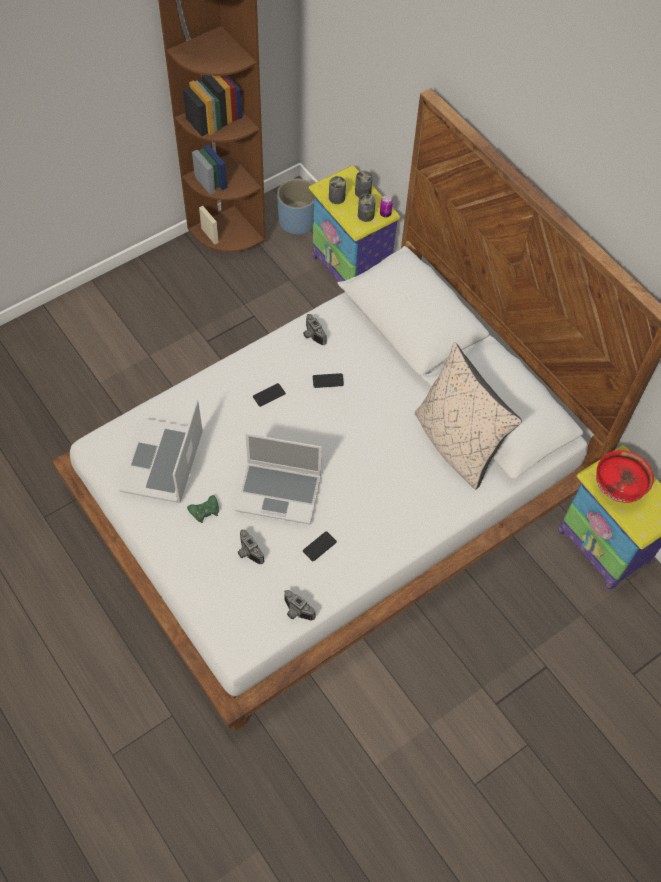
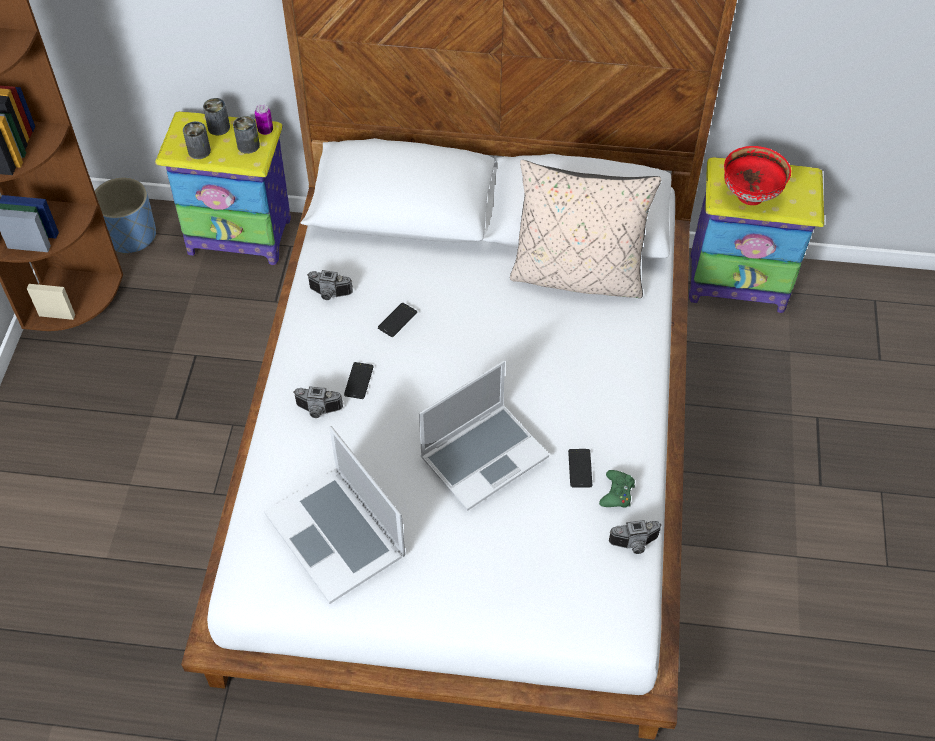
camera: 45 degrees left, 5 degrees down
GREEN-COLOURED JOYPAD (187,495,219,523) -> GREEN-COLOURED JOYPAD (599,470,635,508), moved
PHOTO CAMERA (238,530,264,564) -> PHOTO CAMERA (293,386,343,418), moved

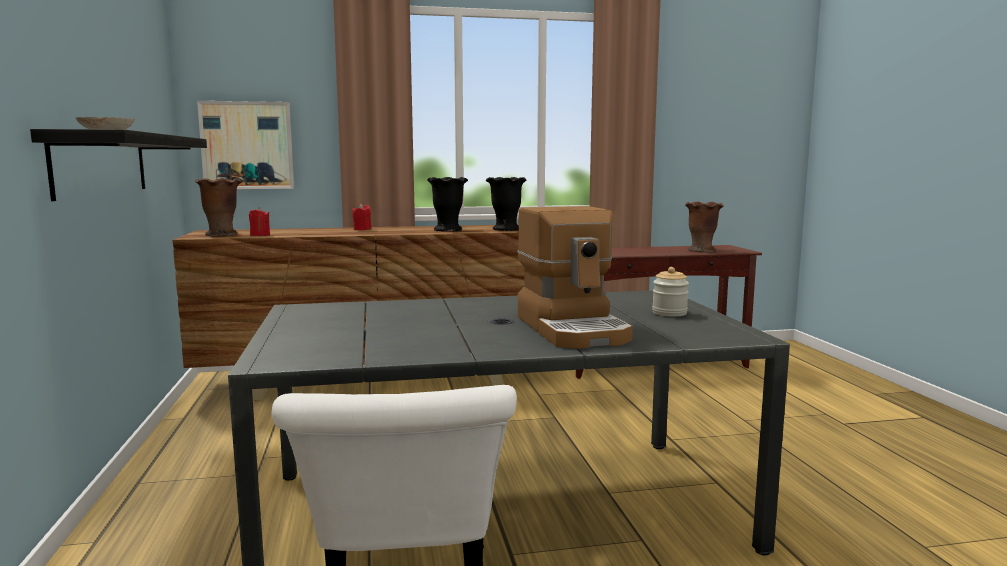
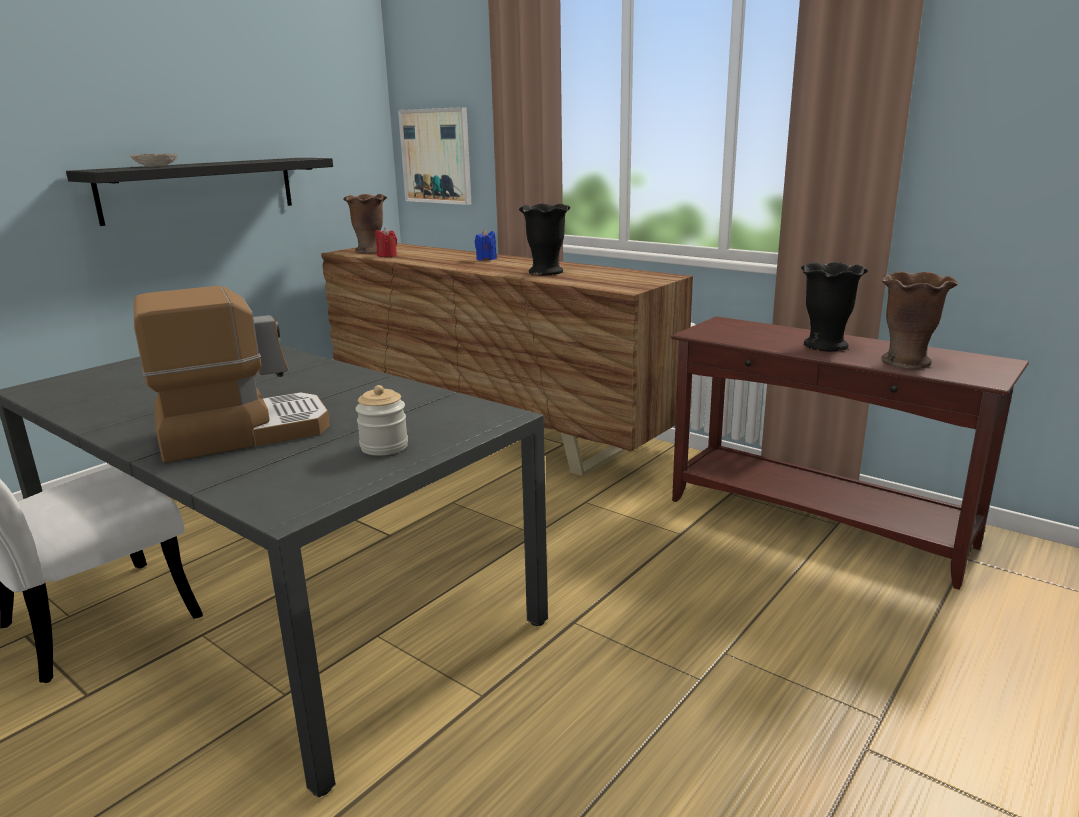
camera: 50 degrees right, 10 degrees up
RED-COLOURED CANDLE (352,204,371,230) -> BLUE-COLOURED CANDLE (475,229,497,261)
BLACKISH VASE (486,177,526,231) -> BLACKISH VASE (801,262,868,352), moved
COFFEE MAKER (517,206,633,349) -> COFFEE MAKER (134,286,330,463), 150 degrees counterclockwise

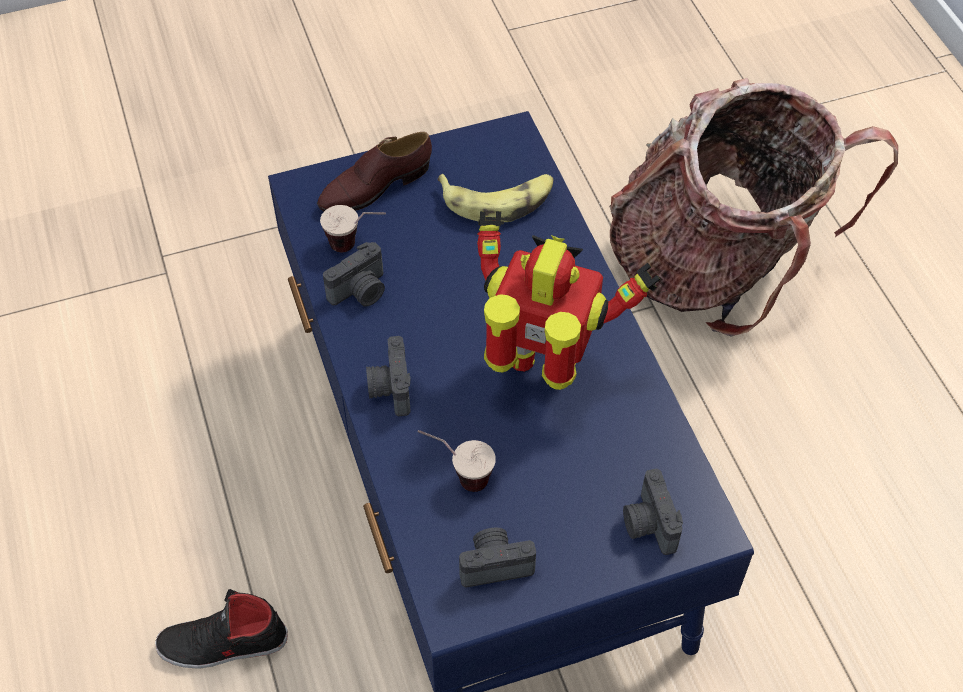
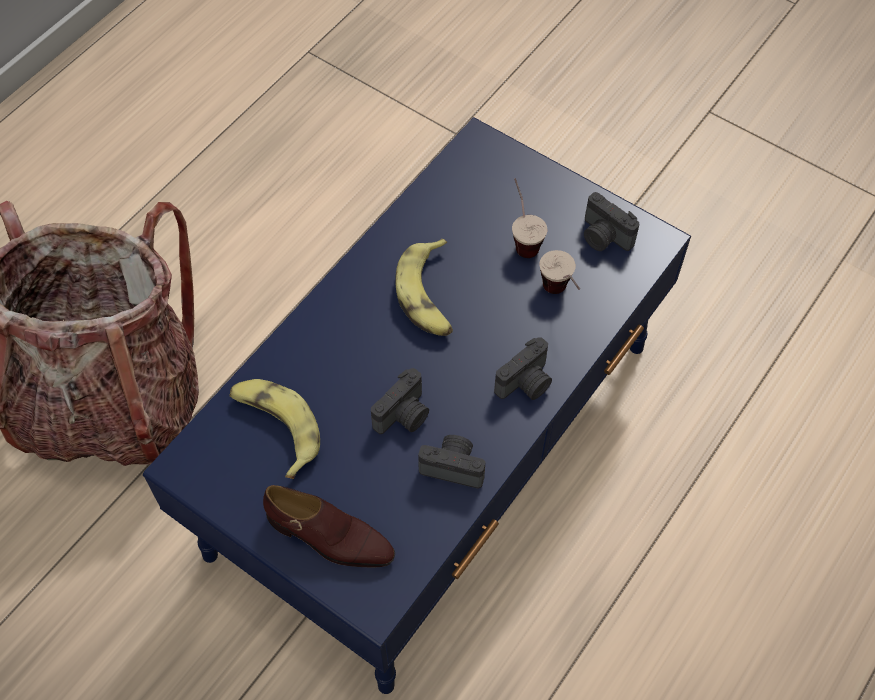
camera: 125 degrees left, 5 degrees up
BLACKISH ITEM OF FOOTWEAR (155,589,288,669) -> none
CUP (320,205,386,252) -> CUP (512,178,547,258), moved
MODEL ROBOT (477,211,660,390) -> WHOLE BANANA (395,239,453,336)
PHOTO CAMERA (623,469,683,555) -> PHOTO CAMERA (371,368,429,434), moved

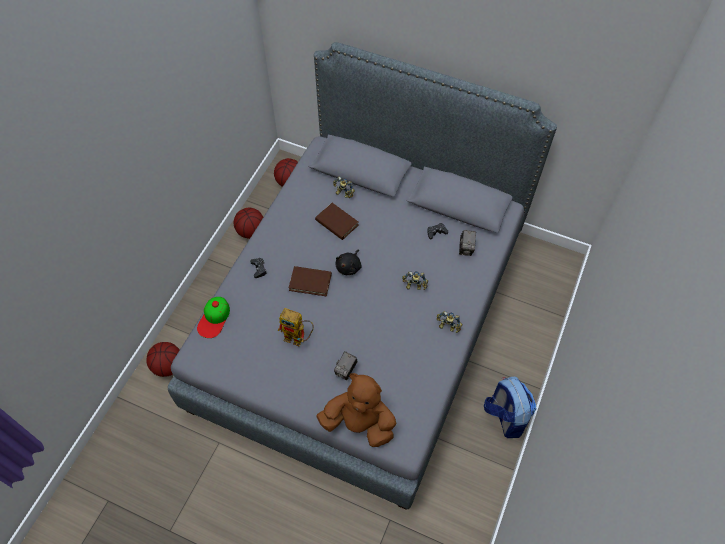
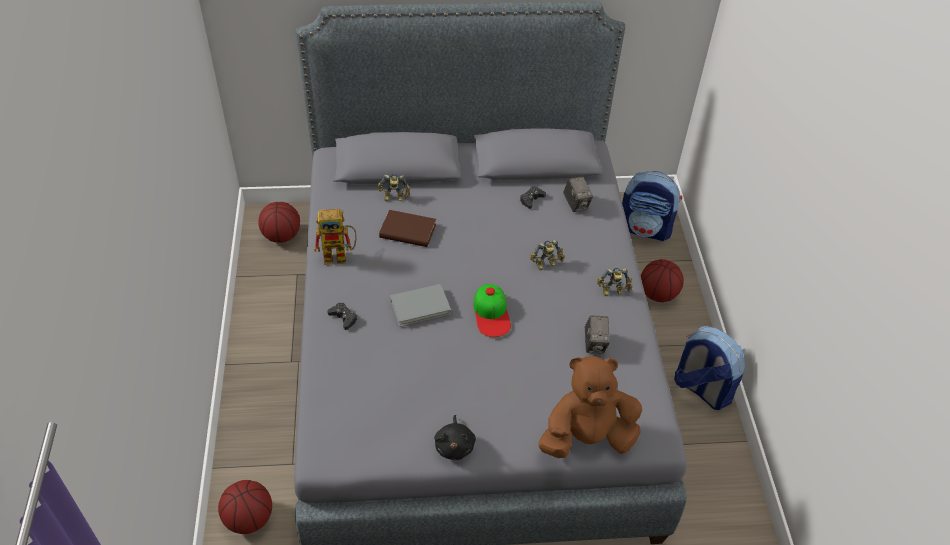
camera: 30 degrees left, 10 degrees down
CAP (197,297,230,338) -> CAP (474,284,511,337), moved
BALL FOR BASKETBALL (234,208,263,239) -> BALL FOR BASKETBALL (641,259,684,302), moved
MODEL ROBOT (278,308,314,346) -> MODEL ROBOT (314,209,356,265), moved
BROWN BOUND BOOK (289,266,332,297) -> GRAY BOUND BOOK (390,284,451,327)
PHOTO CAMERA (334,351,357,380) -> PHOTO CAMERA (585,315,610,354), moved
BLACKISH PLUSH TOY (335,250,362,275) -> BLACKISH PLUSH TOY (434,415,476,460), moved
none -> RUCKSACK (622,171,682,241)

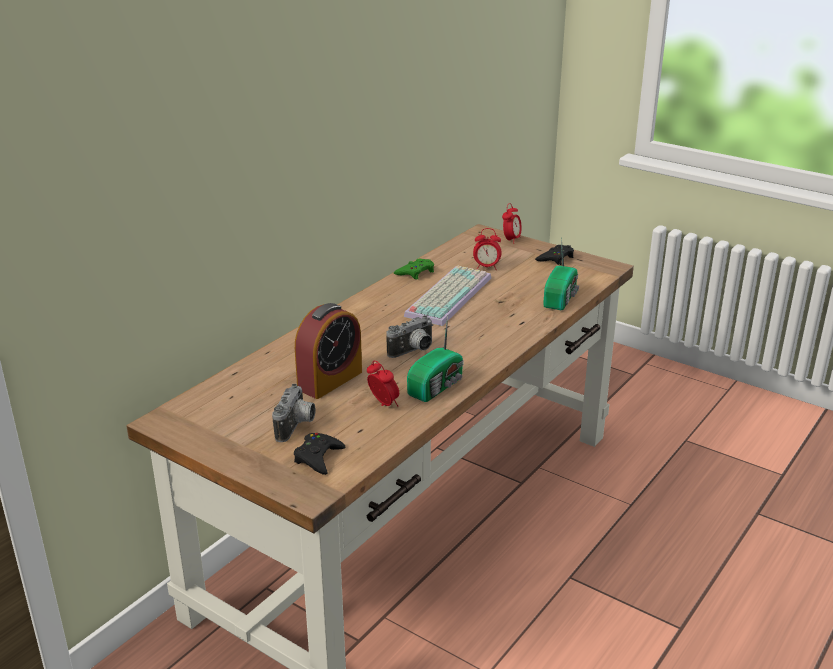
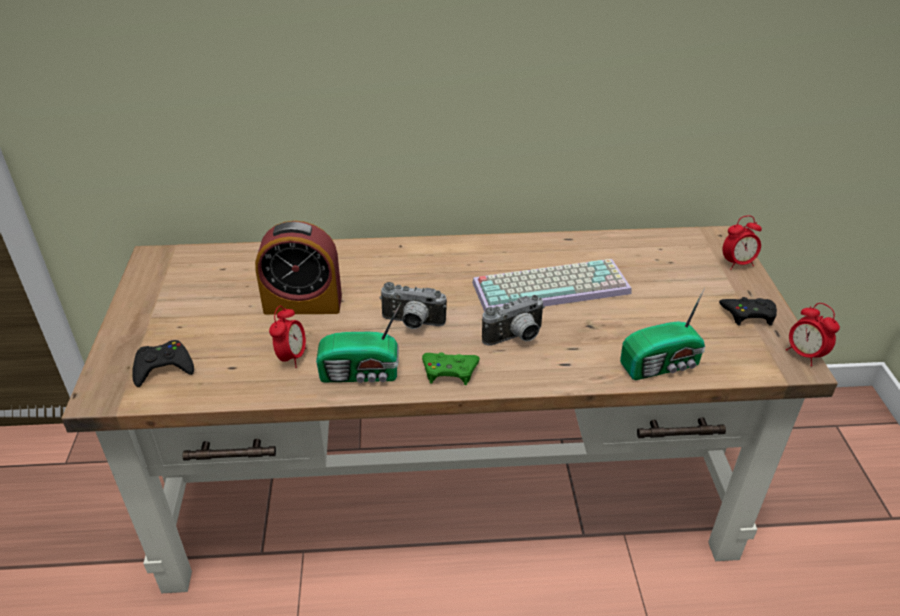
camera: 50 degrees right, 10 degrees up
PHOTO CAMERA (272,384,316,442) -> PHOTO CAMERA (482,295,545,345), moved
GREEN-COLOURED JOYPAD (394,259,434,280) -> GREEN-COLOURED JOYPAD (422,352,480,385), moved
ALARM CLOCK (473,228,501,270) -> ALARM CLOCK (786,303,840,366), moved

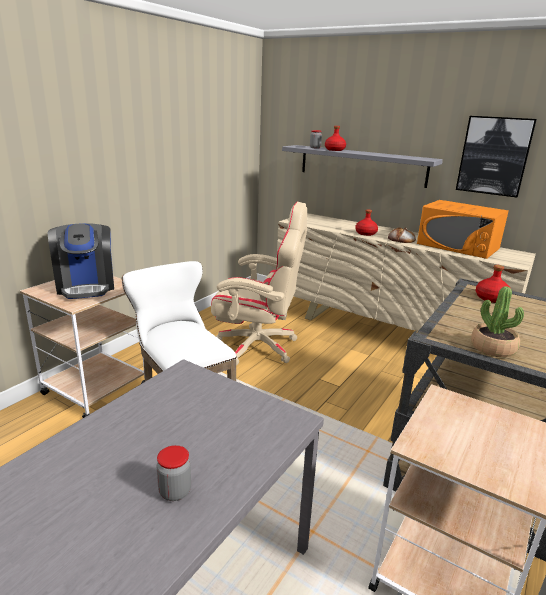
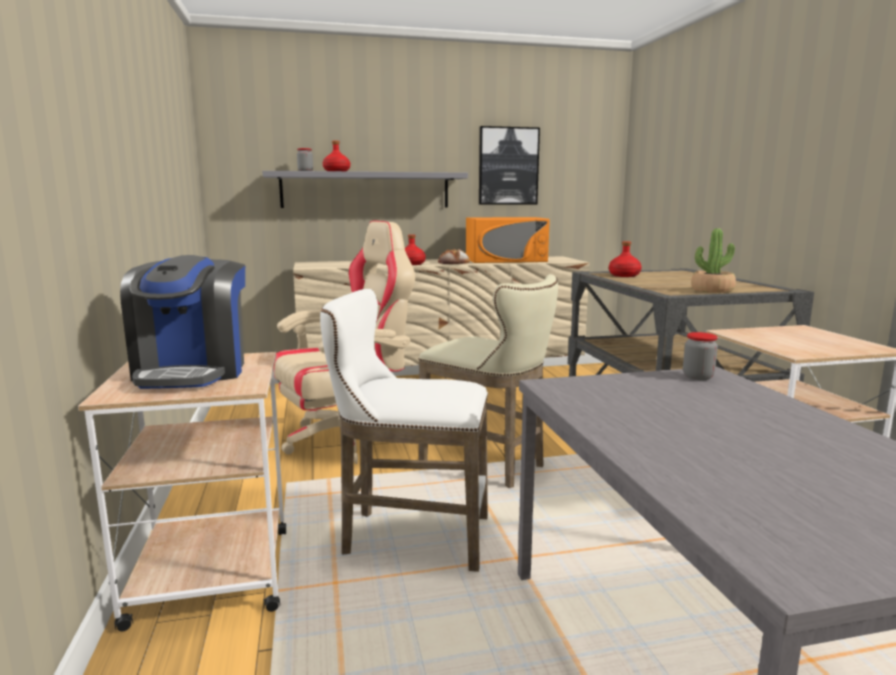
camera: 45 degrees left, 10 degrees down
COFFEE MAKER (48,223,114,299) -> COFFEE MAKER (120,255,245,389), 60 degrees clockwise
PRESERVE JAR (156,445,191,501) -> PRESERVE JAR (683,332,718,380), moved
none -> SAND-COLOURED STOOL SEAT (419,274,558,488)

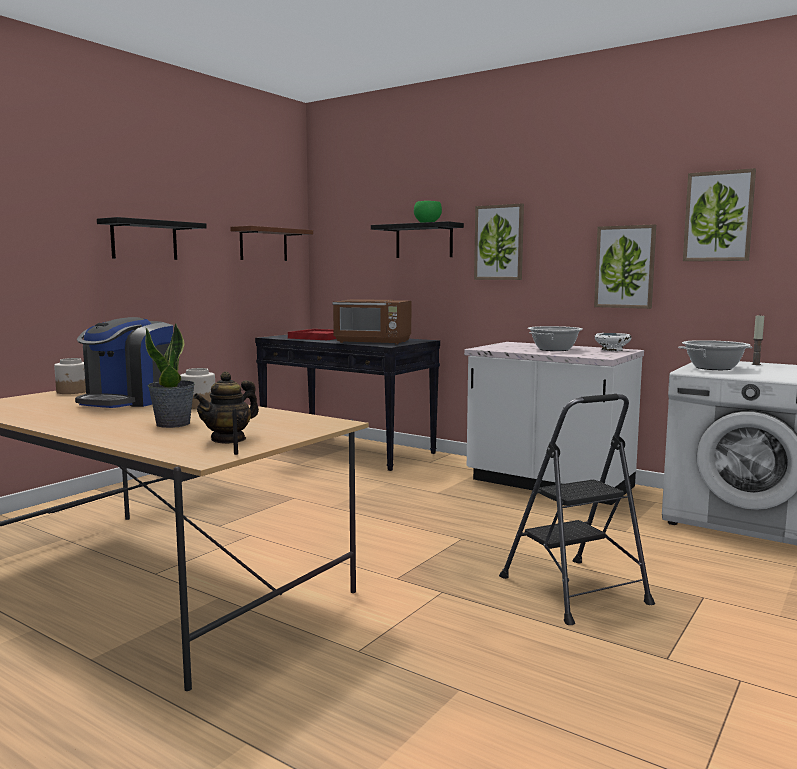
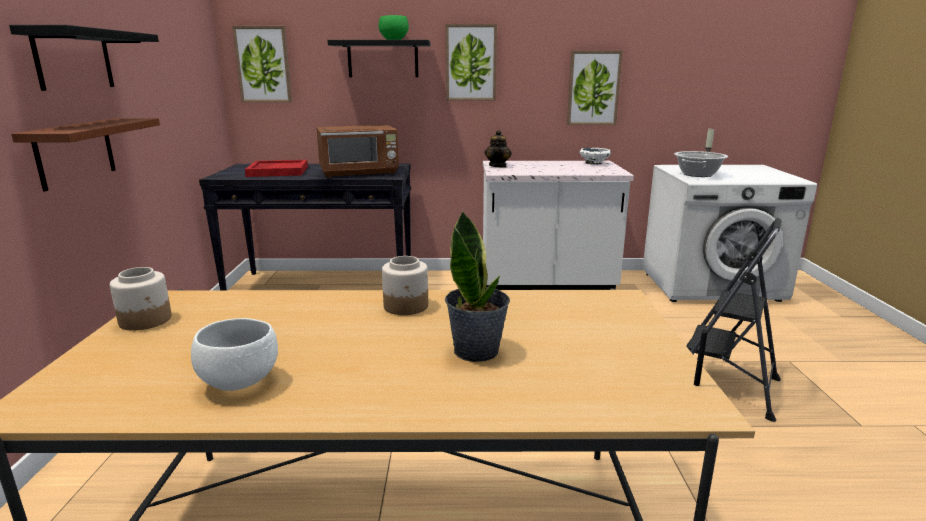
camera: 35 degrees left, 10 degrees up
COFFEE MAKER (75,317,173,408) -> none
TEA POT (193,371,259,444) -> TEA POT (484,130,512,168), moved
BROWN SHELF (230,226,313,261) -> BROWN SHELF (11,118,160,191), moved
STOCKPOT (528,326,583,351) -> none
PICTURE (683,168,756,261) -> PICTURE (232,26,292,103), moved
none -> WHITE SERVING BOWL (191,318,278,391)

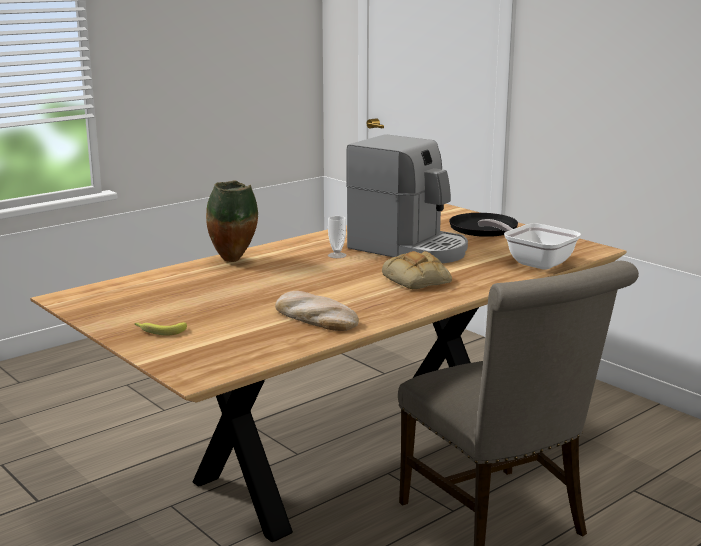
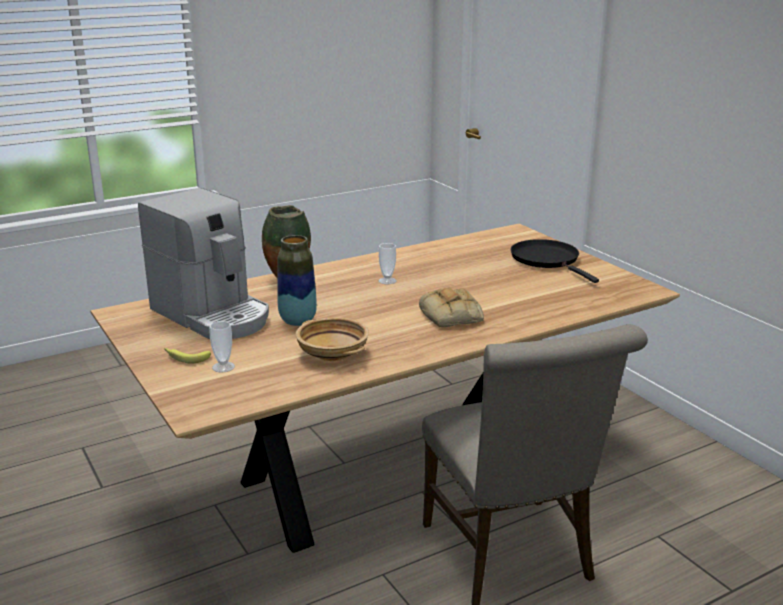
camera: 10 degrees right, 5 degrees up
BREAD (275,291,359,331) -> SAND-COLOURED SERVING BOWL (295,317,369,361)
COFFEE MAKER (346,134,468,263) -> COFFEE MAKER (138,188,269,339), moved
SKILLET (478,219,581,270) -> none
none -> CUP (209,321,235,372)
none -> VASE (277,235,317,326)

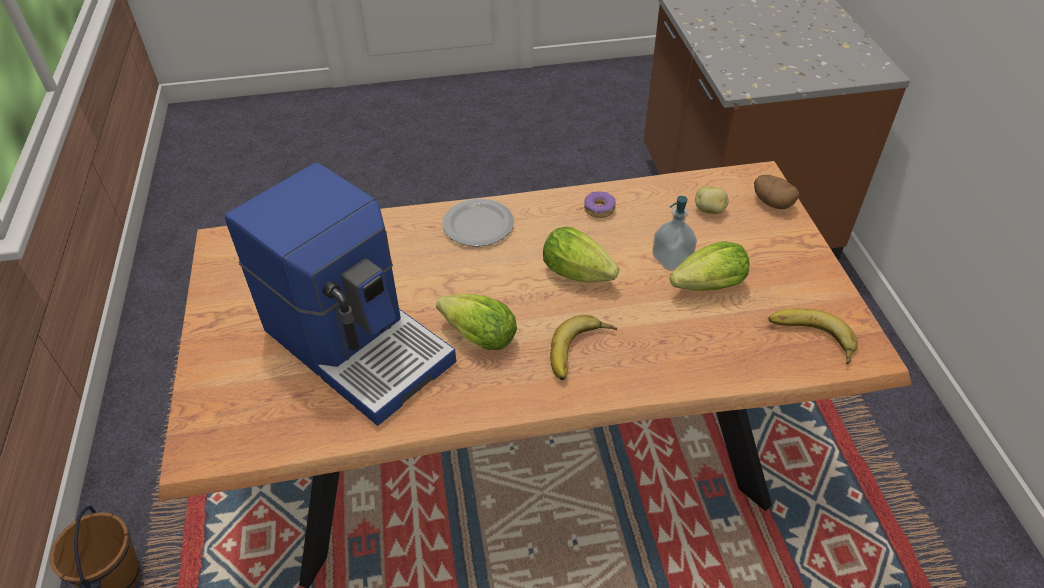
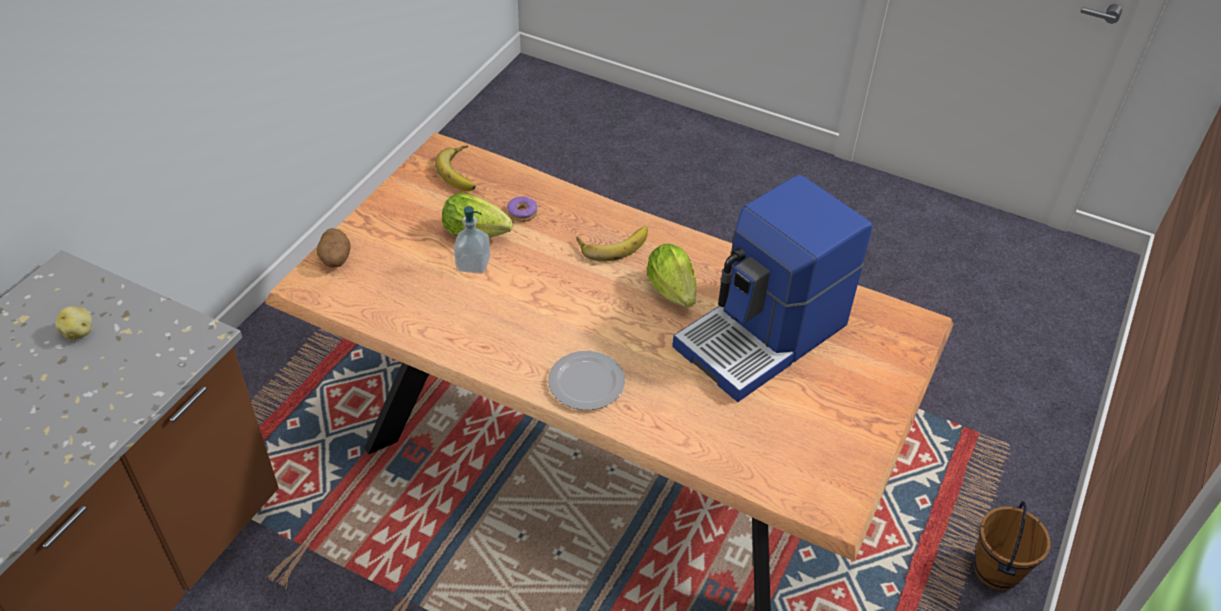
camera: 145 degrees left, 0 degrees up
COFFEE MAKER (225,163,456,426) -> COFFEE MAKER (672,175,872,402), 120 degrees counterclockwise
LETTUCE HEAD (543,227,619,283) -> none
DONUT (584,191,616,218) -> DONUT (507,196,537,222), moved
SPUD (695,186,729,214) -> SPUD (55,306,93,340), moved

